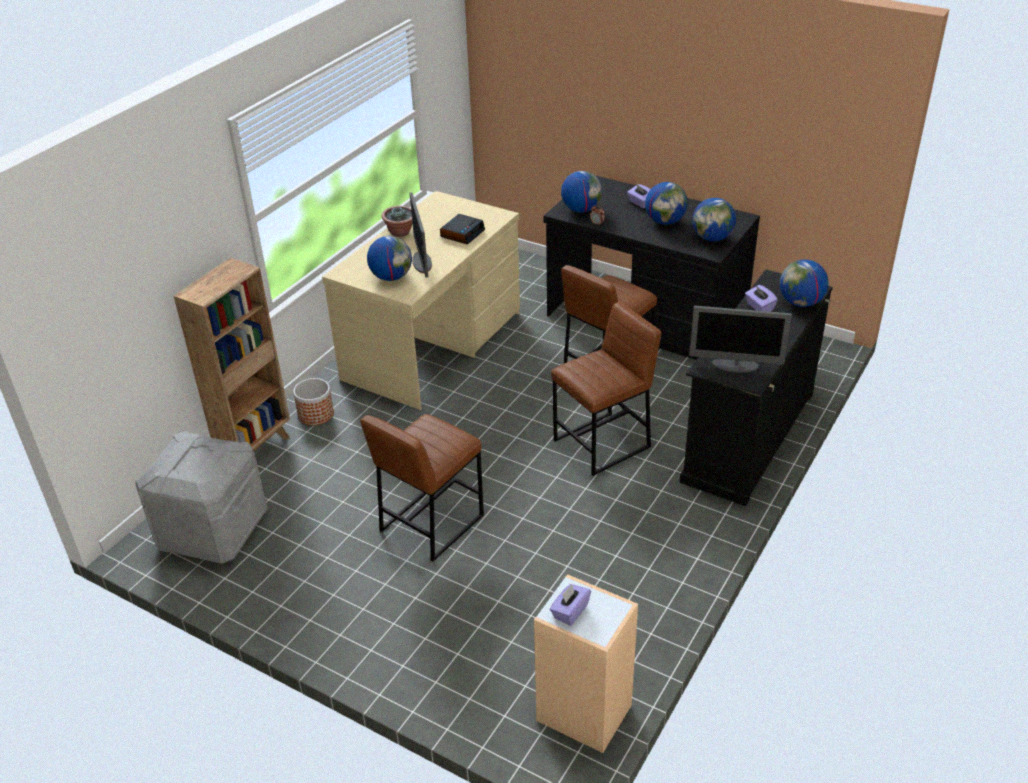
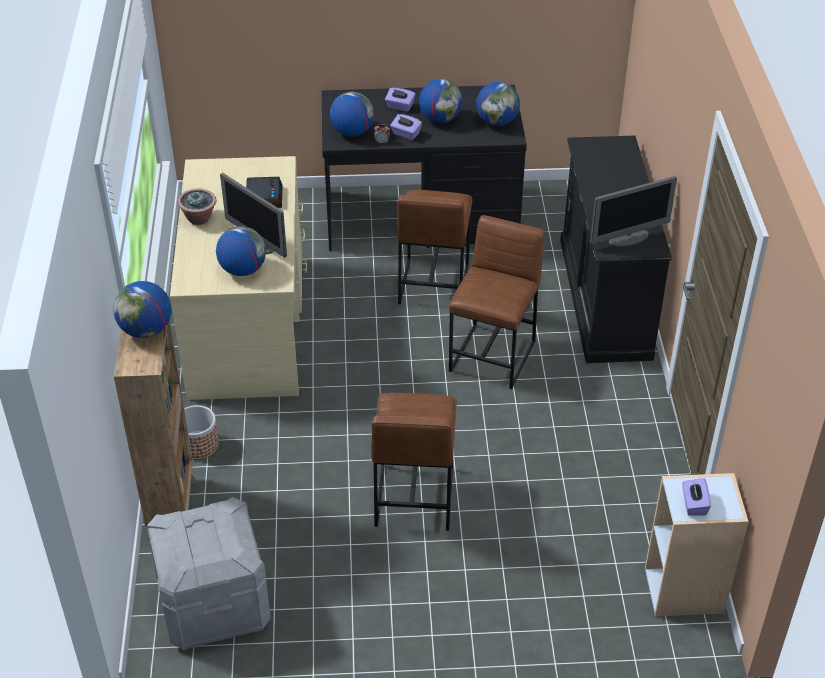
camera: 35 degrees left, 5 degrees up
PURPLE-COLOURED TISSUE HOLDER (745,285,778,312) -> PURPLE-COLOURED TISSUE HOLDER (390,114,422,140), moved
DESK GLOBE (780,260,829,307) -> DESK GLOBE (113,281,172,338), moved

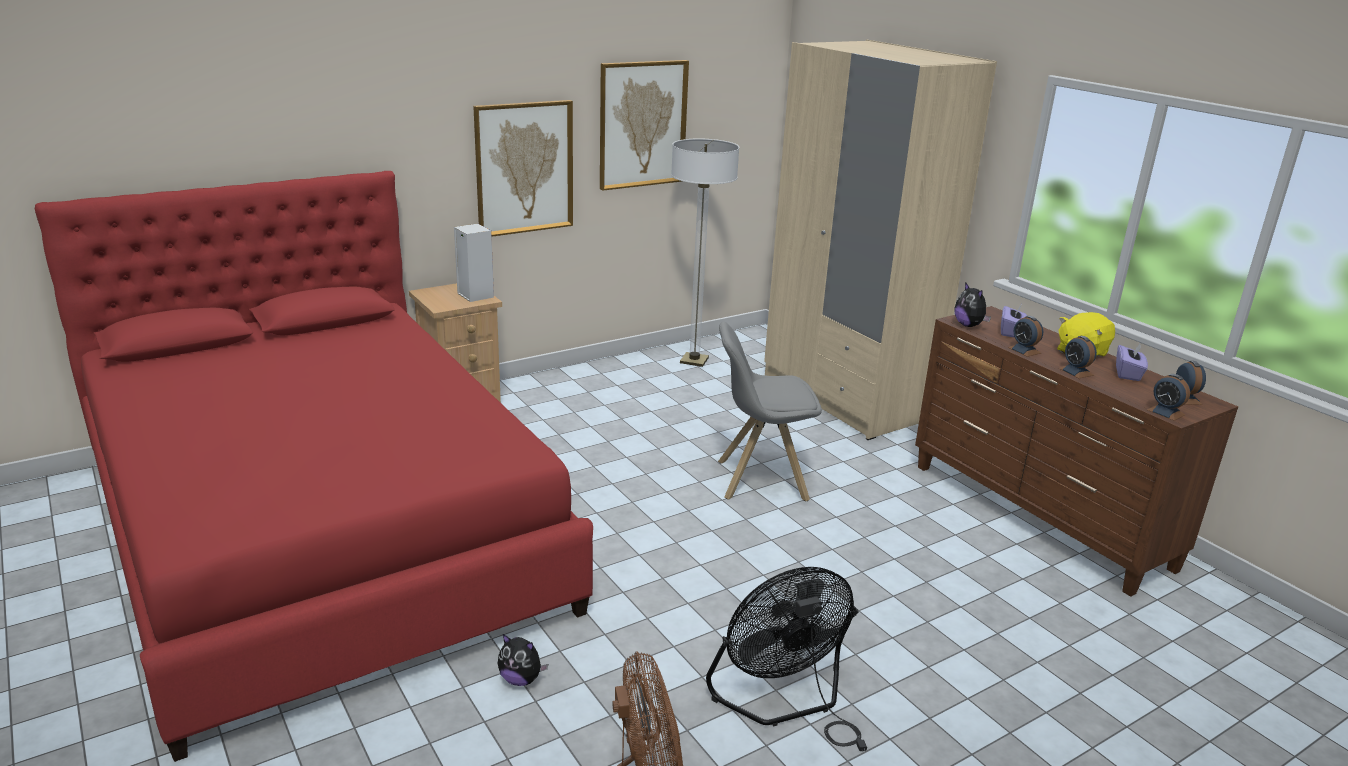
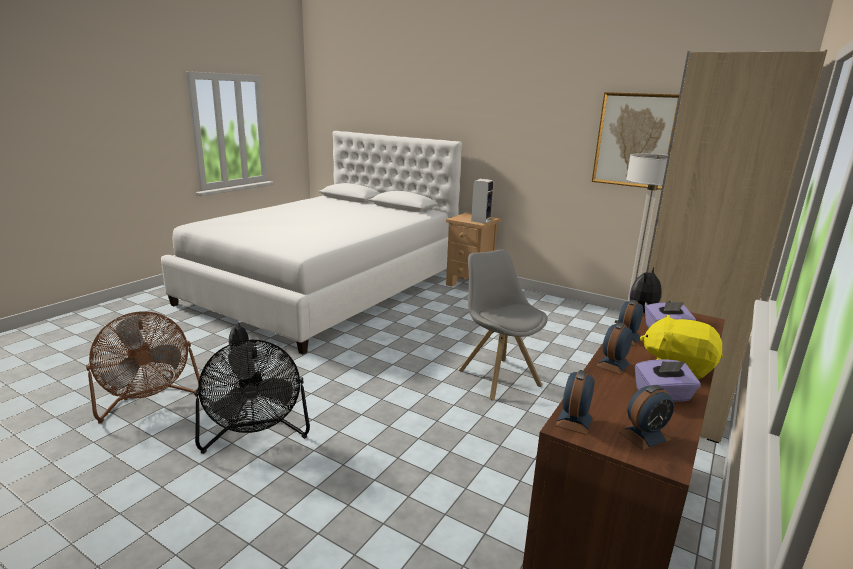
camera: 65 degrees right, 5 degrees down
RED-COLOURED BED (35,171,593,762) -> WHITE BED (161,131,462,354)
PICTURE (473,100,573,237) -> none
BLACKISH FAN (706,567,867,752) -> BLACKISH FAN (195,340,310,454), 120 degrees clockwise

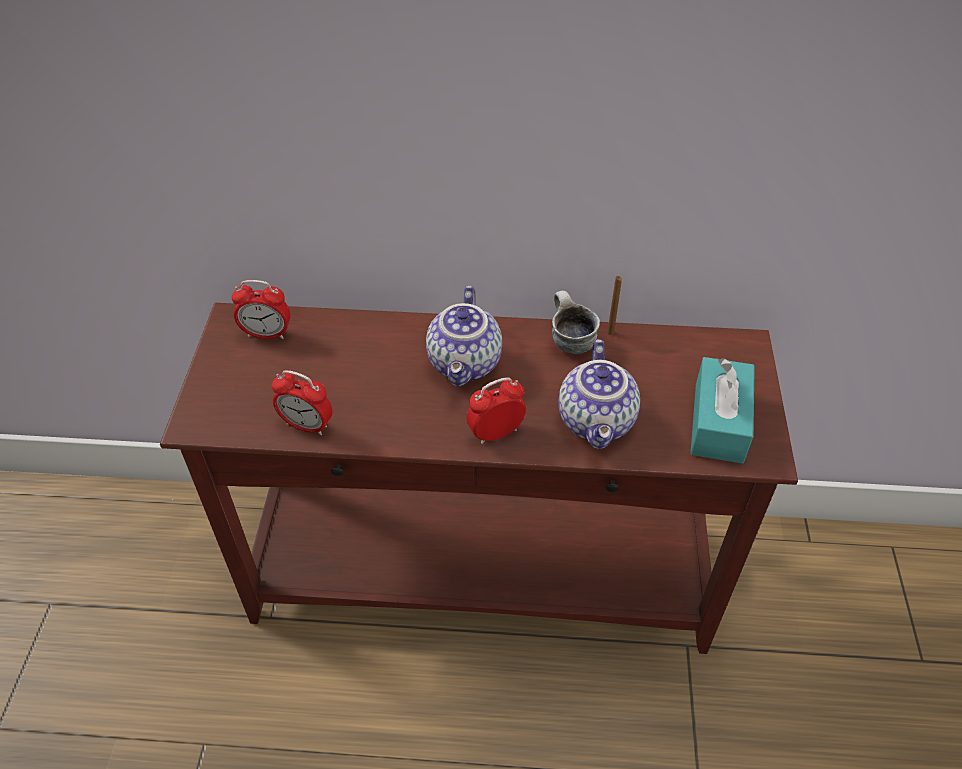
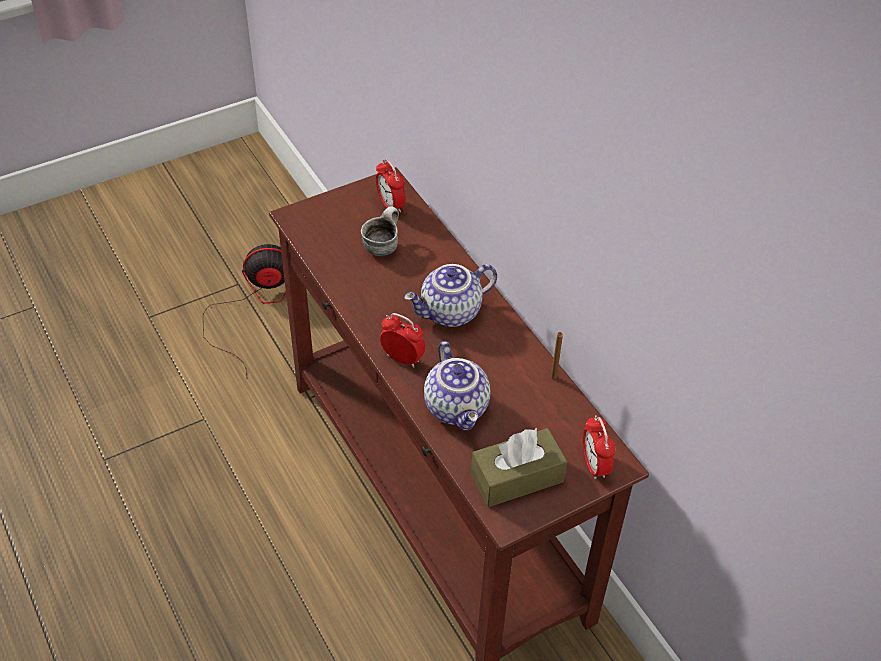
camera: 55 degrees right, 0 degrees up
ALARM CLOCK (272,370,332,435) -> ALARM CLOCK (582,415,616,480), moved
TEA MUG (552,291,600,354) -> TEA MUG (361,206,399,256), moved
TEA POT (559,339,640,449) -> TEA POT (424,341,491,430), 75 degrees counterclockwise
BLUE-GREEN TISSUE HOLDER (691,357,755,464) -> BROWN TISSUE HOLDER (471,428,567,507)
none -> FAN (203,244,286,377)

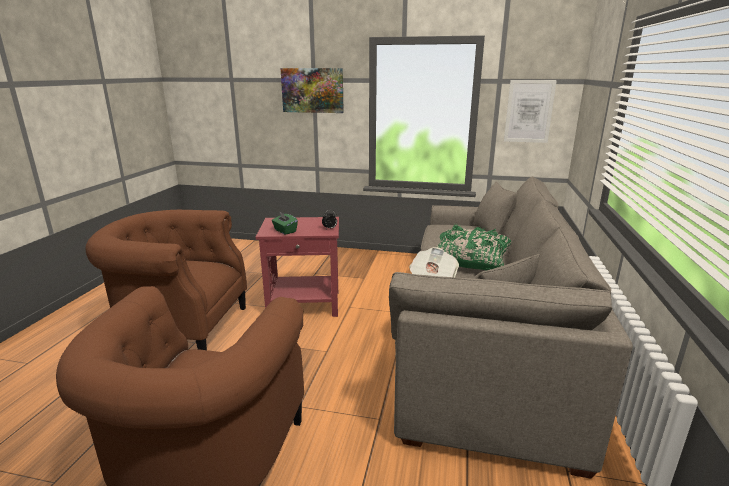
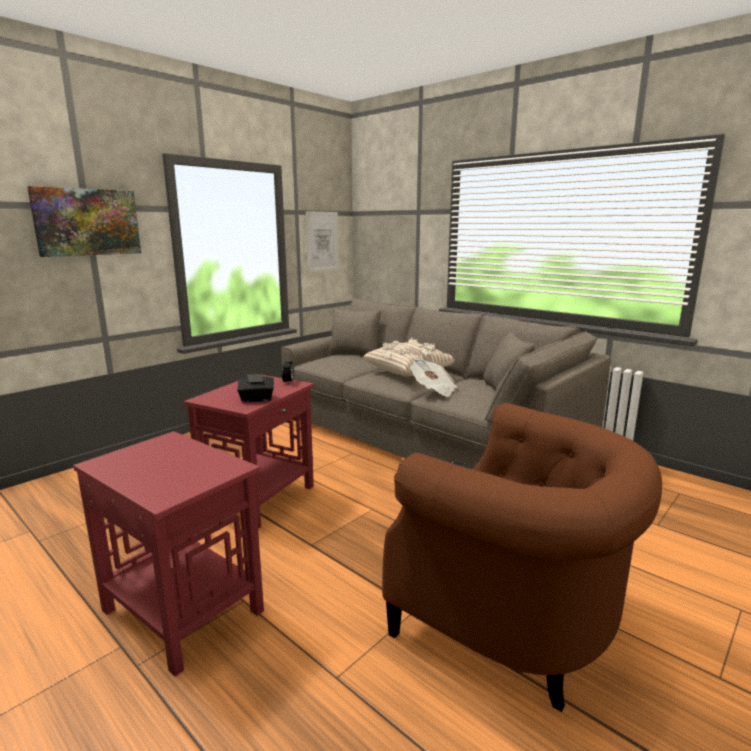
camera: 60 degrees left, 5 degrees down
BROWN ARMCHAIR (85,210,247,350) -> RED-COLOURED SIDE TABLE (73,431,264,677)
GREEN-COLOURED TISSUE HOLDER (272,212,298,235) -> BLACKISH TISSUE HOLDER (237,374,274,402)
GREEN-COLOURED CUSHION (437,225,512,271) -> SAND-COLOURED CUSHION (363,337,455,377)

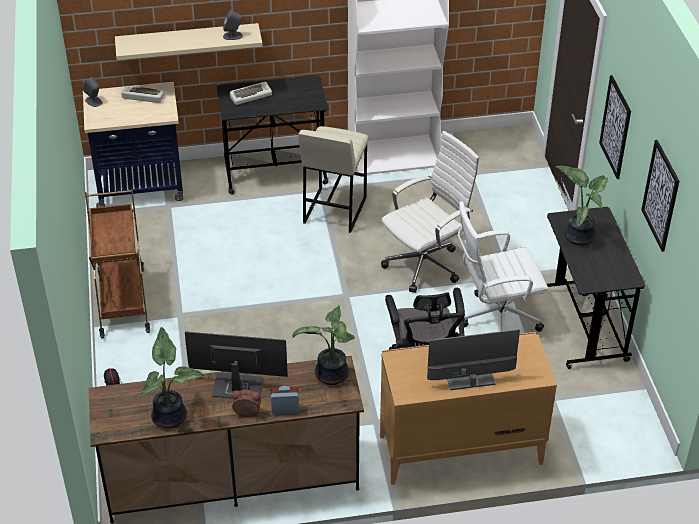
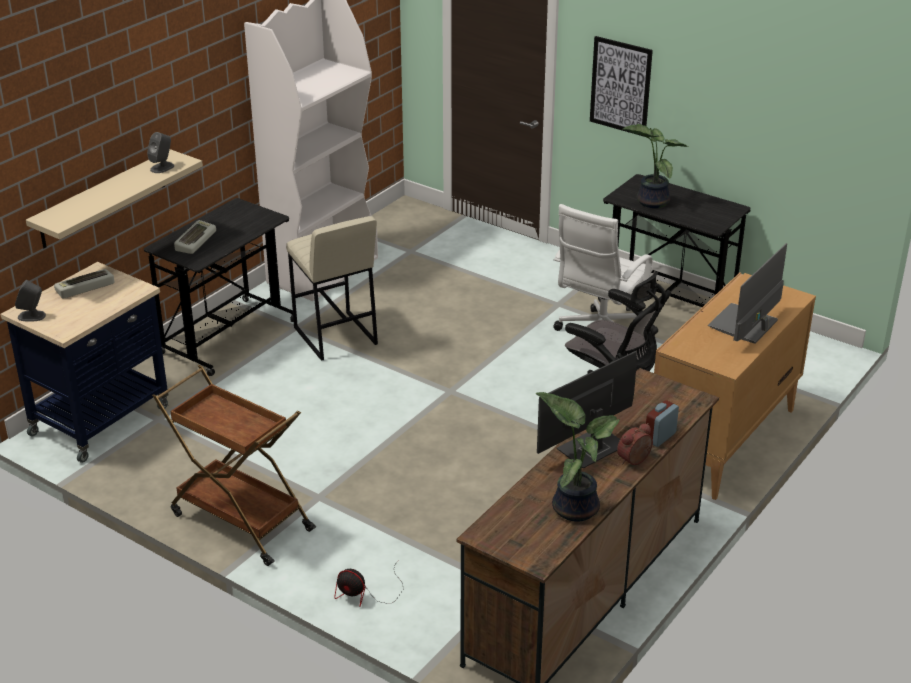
camera: 45 degrees left, 10 degrees down
HOUSEPLANT (292,305,355,385) -> none
WHITE COMPUTER CHAIR (381,131,479,293) -> none
PICTURE (641,140,679,252) -> none

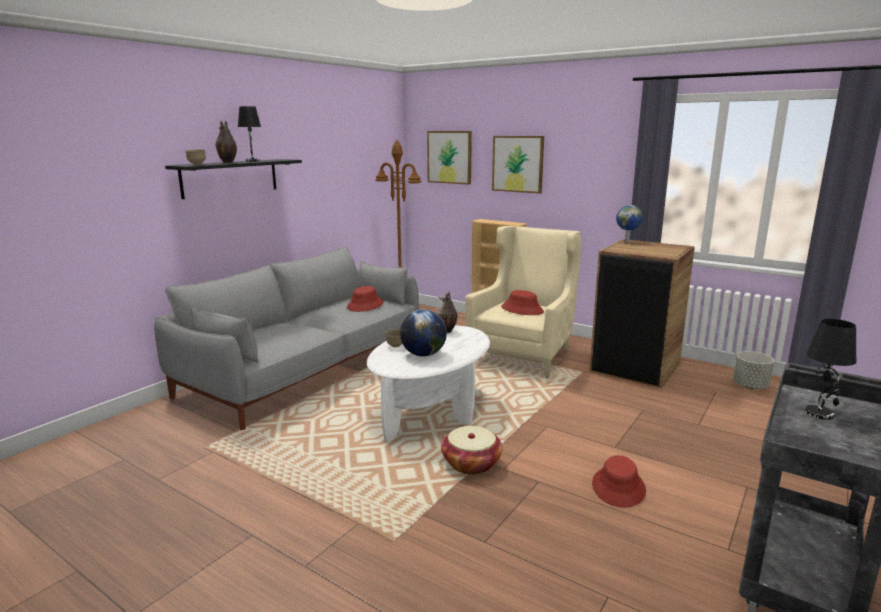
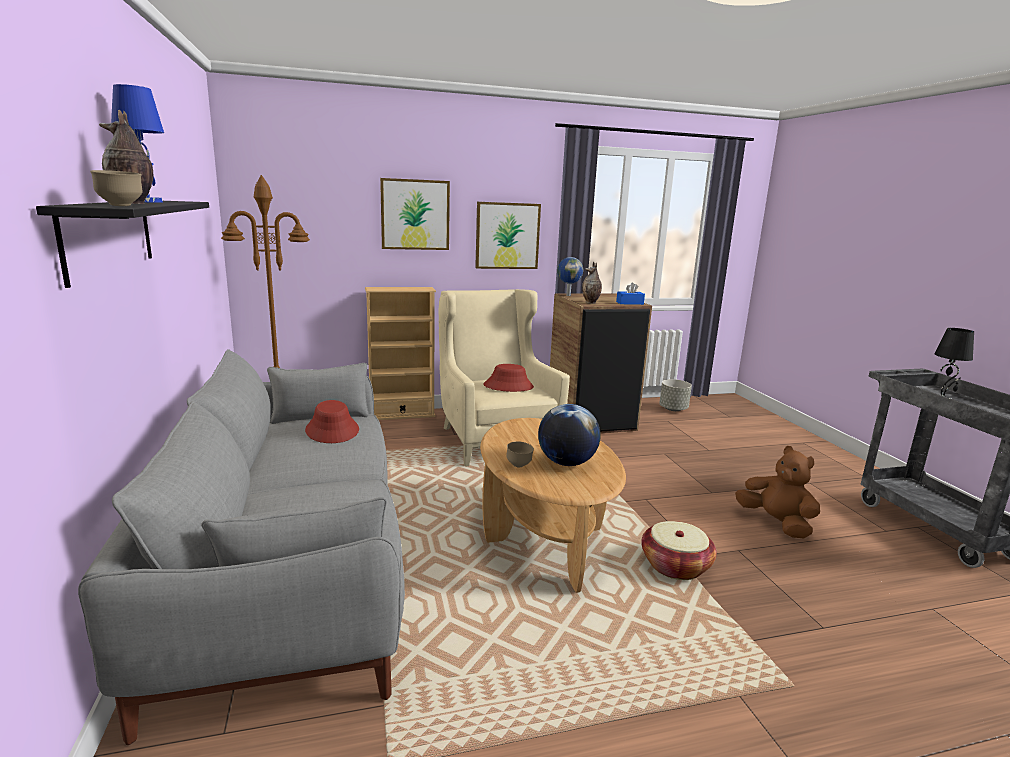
camera: 50 degrees left, 0 degrees up
BLACKISH TABLETOP LAMP (238,106,261,162) -> BLUE-COLOURED TABLETOP LAMP (111,84,164,203)
WHITE LOW TABLE (367,325,490,443) -> BROWN LOW TABLE (480,418,626,593)
PICTURE (427,131,472,185) -> PICTURE (475,202,541,269), moved
VASE (437,292,457,333) -> VASE (582,262,602,304), moved
RED-COLOURED HAT (592,455,646,508) -> BROWN PLUSH TOY (735,446,820,538)
none -> BLUE-COLOURED TISSUE HOLDER (616,282,645,305)

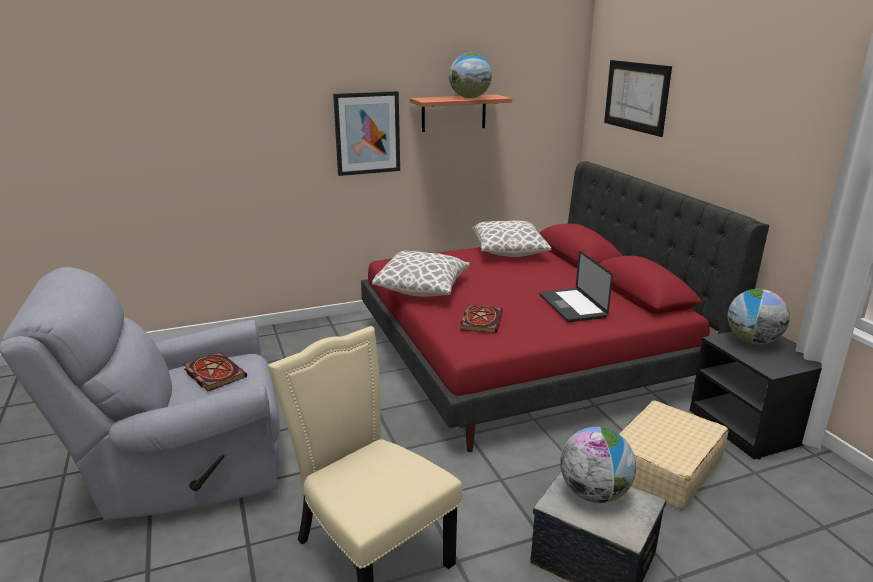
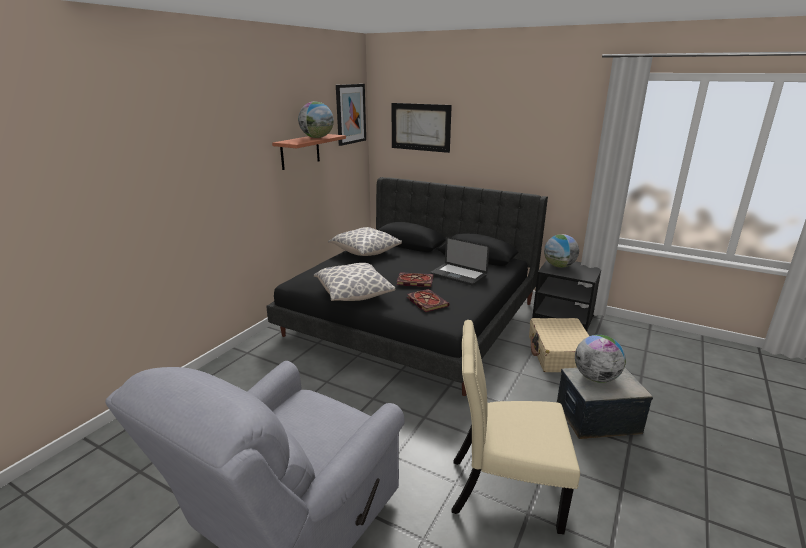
camera: 40 degrees left, 0 degrees up
BOUND BOOK (183,352,247,391) -> BOUND BOOK (396,272,433,287), moved
PICTURE (333,91,400,176) -> PICTURE (336,84,366,146), moved
RED-COLOURED BED (361,161,769,452) -> BLACKISH BED (267,177,548,396)

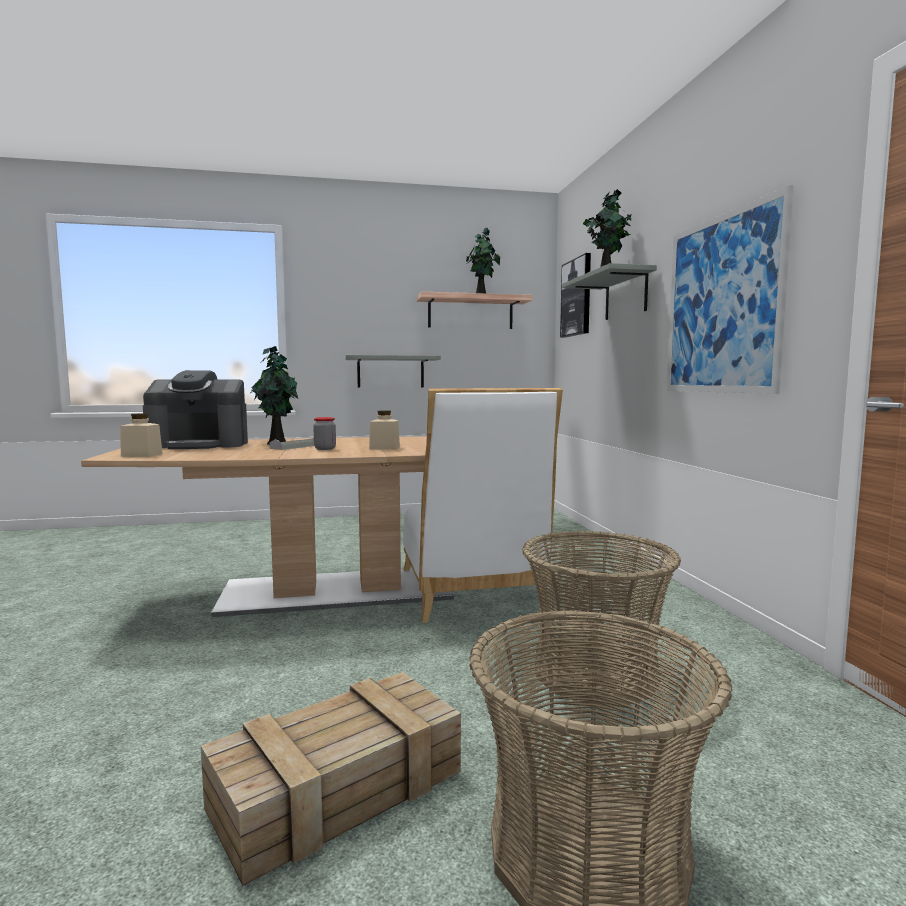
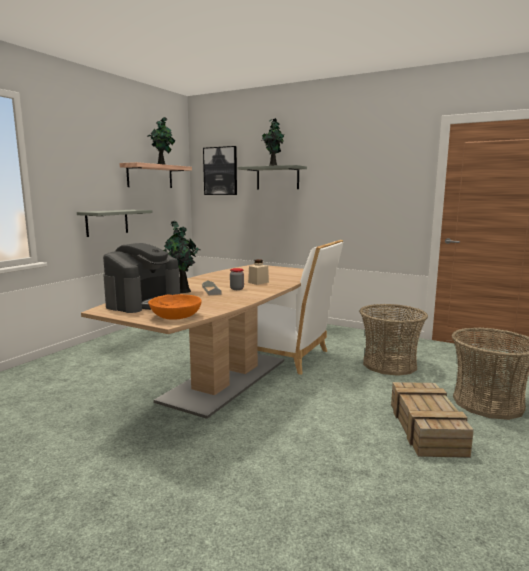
camera: 50 degrees left, 5 degrees up
SAND-COLOURED PRESERVE JAR (120,414,163,457) -> ORANGEY SERVING BOWL (148,294,202,320)
PICTURE (667,185,793,394) -> none

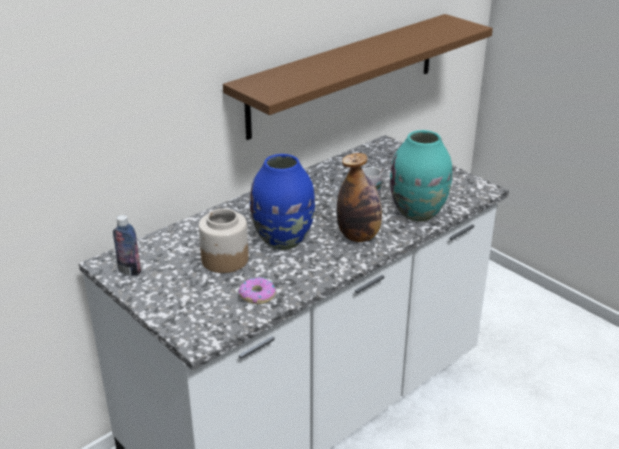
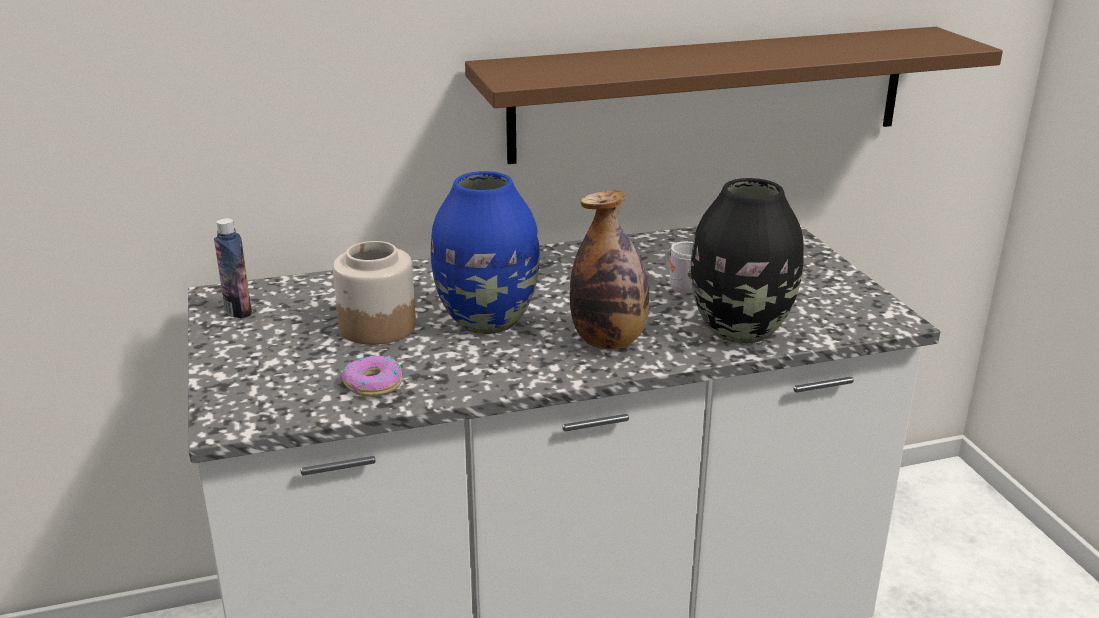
camera: 25 degrees right, 5 degrees down
BLUE-GREEN VASE (390,130,452,221) -> BLACKISH VASE (691,178,804,344)

